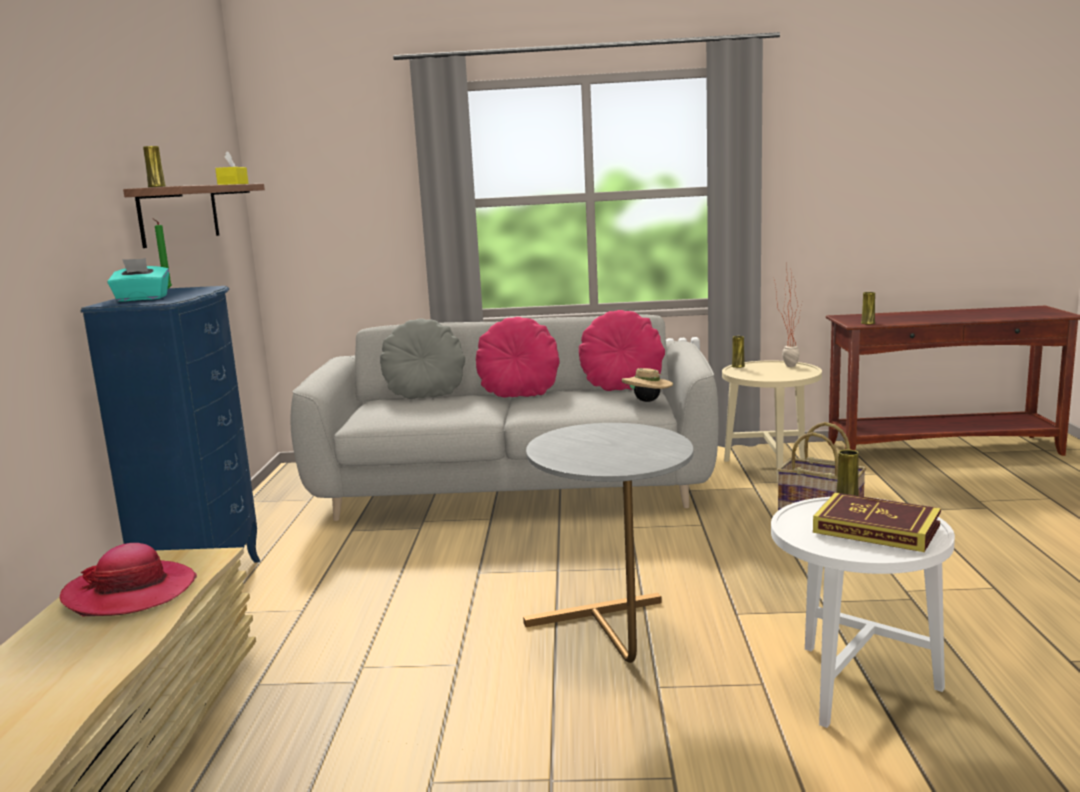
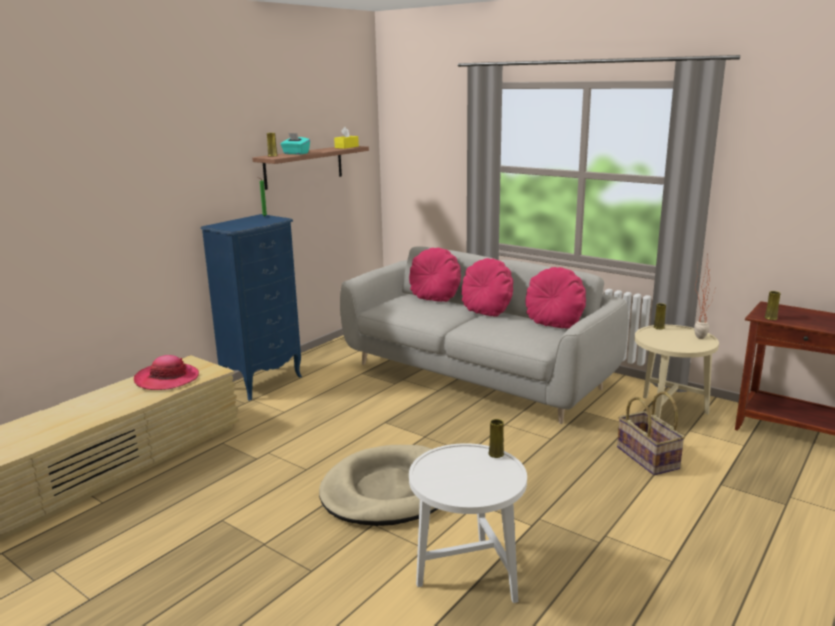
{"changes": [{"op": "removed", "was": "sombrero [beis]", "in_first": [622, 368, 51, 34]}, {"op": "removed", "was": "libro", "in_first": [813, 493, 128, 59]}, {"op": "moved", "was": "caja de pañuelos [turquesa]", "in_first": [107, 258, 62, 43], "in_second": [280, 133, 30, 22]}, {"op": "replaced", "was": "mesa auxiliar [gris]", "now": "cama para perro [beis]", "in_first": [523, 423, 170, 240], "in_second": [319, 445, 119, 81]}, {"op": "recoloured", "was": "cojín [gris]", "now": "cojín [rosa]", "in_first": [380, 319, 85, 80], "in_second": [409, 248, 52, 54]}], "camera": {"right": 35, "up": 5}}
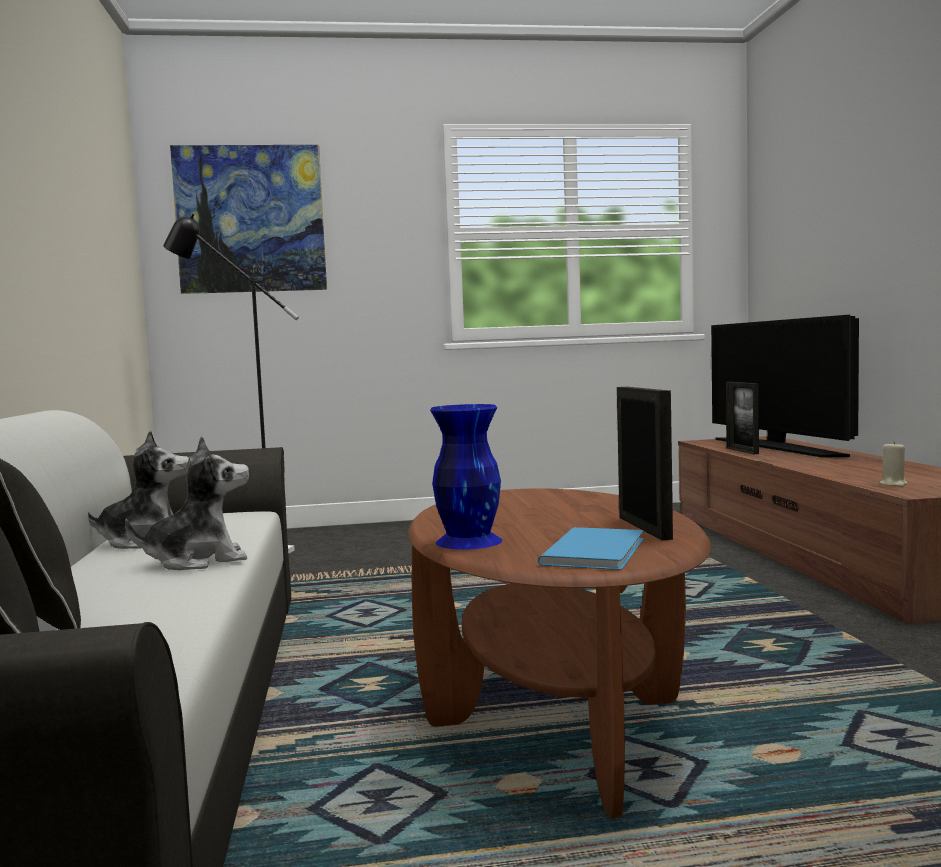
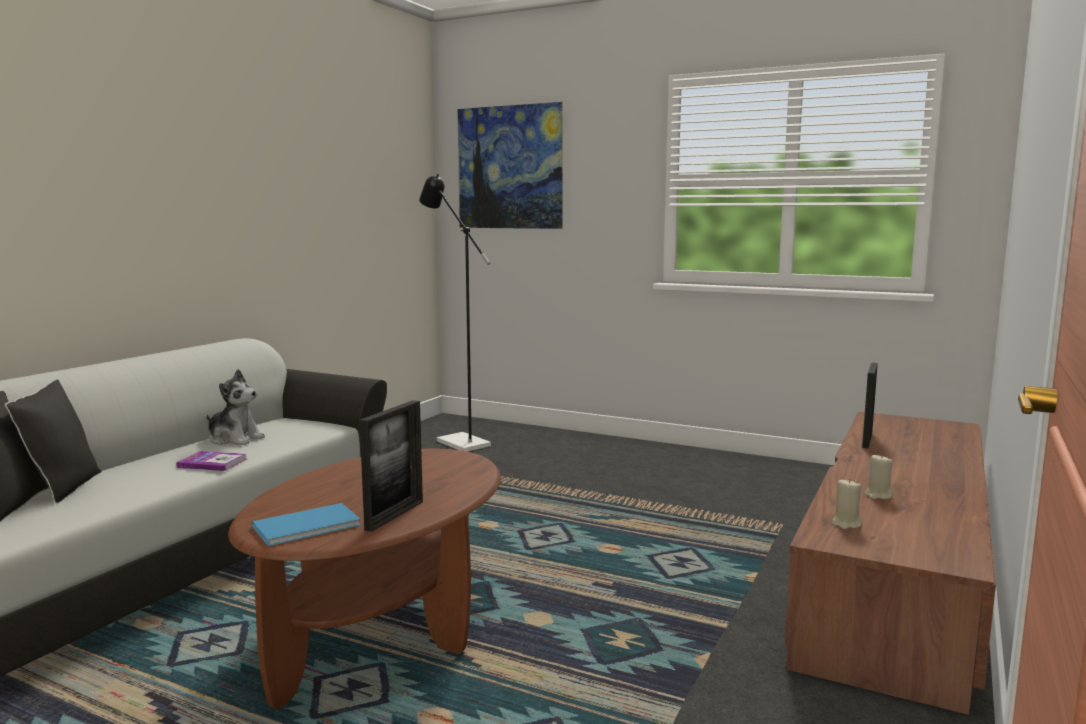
{"changes": [{"op": "removed", "was": "florero [azul]", "in_first": [430, 404, 72, 146]}, {"op": "removed", "was": "televisor", "in_first": [711, 315, 148, 143]}, {"op": "added", "now": "vela [beis]", "in_second": [865, 454, 28, 45]}, {"op": "replaced", "was": "peluche", "now": "libro", "in_first": [125, 436, 124, 134], "in_second": [176, 451, 71, 20]}], "camera": {"right": 35, "up": 5}}
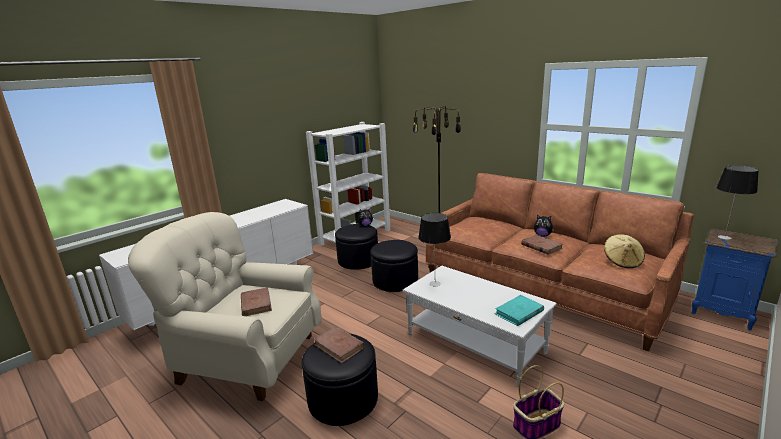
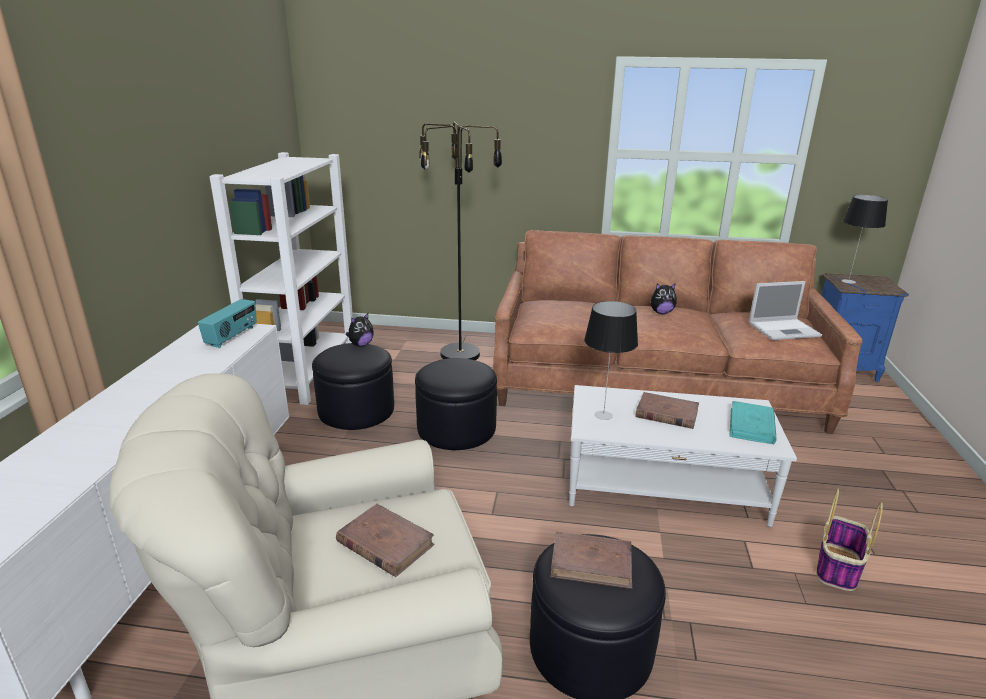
{"changes": [{"op": "added", "now": "radio", "in_second": [198, 299, 59, 49]}, {"op": "moved", "was": "libro [marrón]", "in_first": [521, 235, 42, 20], "in_second": [635, 392, 64, 37]}, {"op": "replaced", "was": "sombrero [beis]", "now": "portátil", "in_first": [604, 234, 41, 34], "in_second": [749, 281, 73, 59]}], "camera": {"right": -35, "up": 5}}
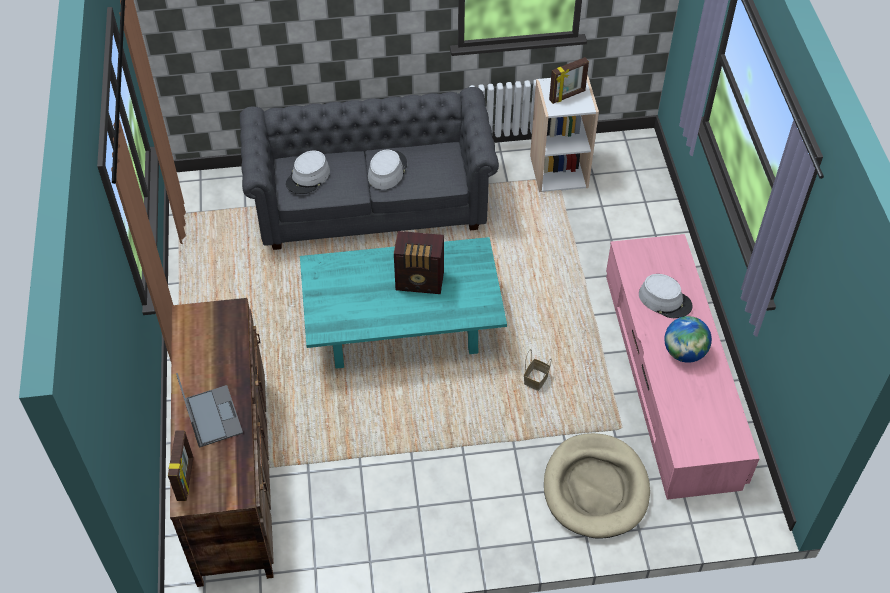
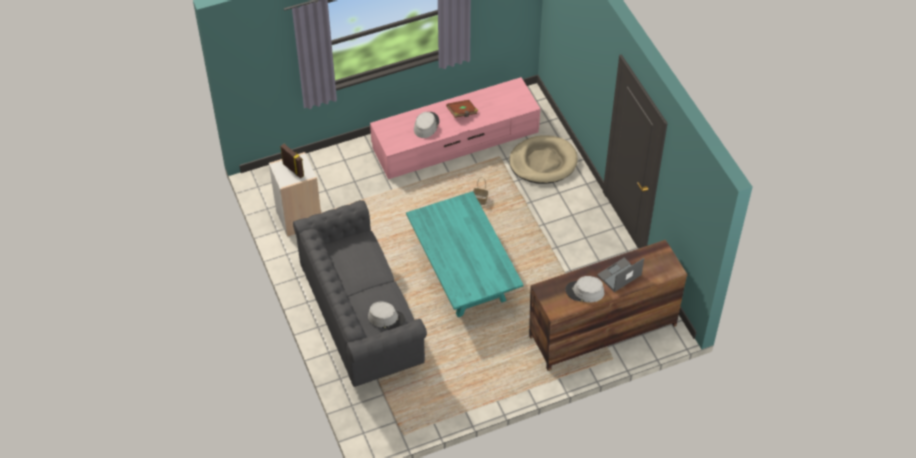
{"changes": [{"op": "removed", "was": "portarretratos", "in_first": [168, 430, 25, 71]}, {"op": "removed", "was": "radio", "in_first": [394, 231, 50, 63]}, {"op": "moved", "was": "sombrero [gris]", "in_first": [368, 149, 39, 41], "in_second": [565, 276, 40, 27]}, {"op": "replaced", "was": "globo terráqueo", "now": "libro [marrón]", "in_first": [664, 316, 48, 47], "in_second": [446, 100, 32, 18]}], "camera": {"right": -105, "up": 0}}
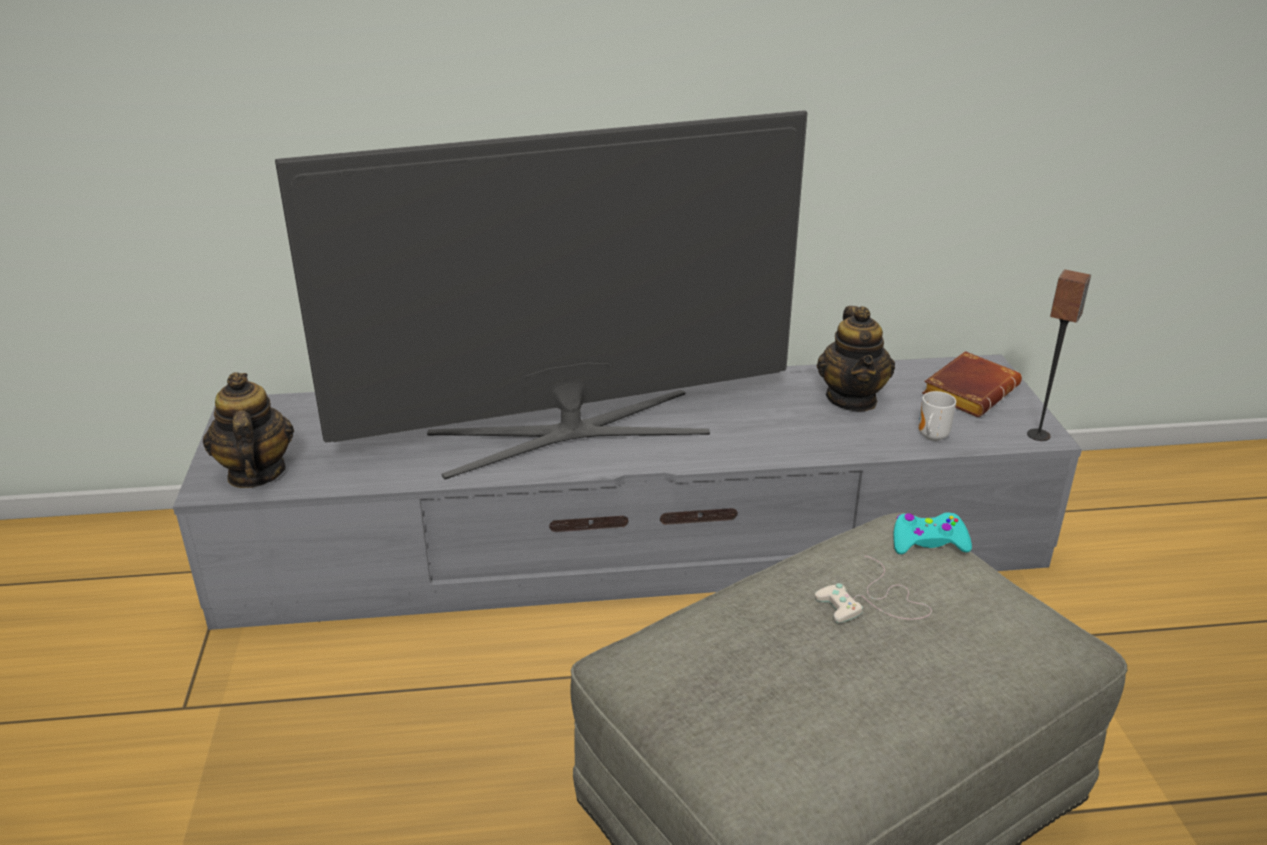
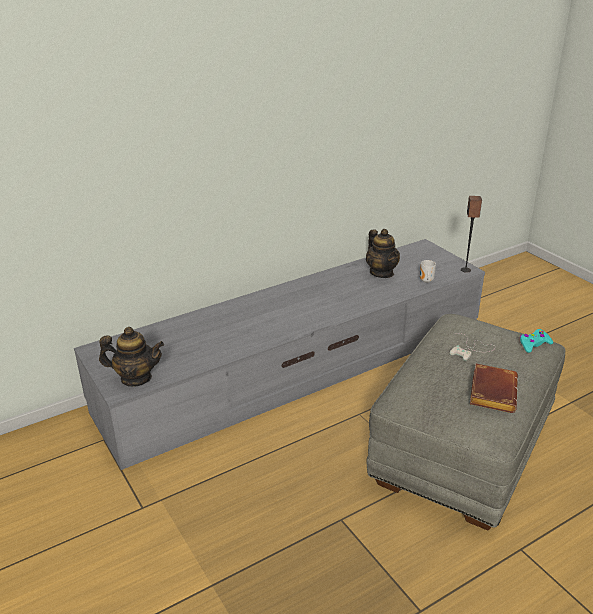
{"changes": [{"op": "removed", "was": "televisor", "in_first": [275, 110, 532, 369]}, {"op": "moved", "was": "mando de consola [turquesa]", "in_first": [893, 513, 79, 41], "in_second": [520, 329, 33, 24]}, {"op": "moved", "was": "libro [marrón]", "in_first": [922, 351, 100, 66], "in_second": [470, 364, 48, 49]}, {"op": "turned", "was": "tetera", "in_first": [203, 372, 91, 116], "in_second": [99, 327, 65, 60], "clockwise": 135}], "camera": {"right": -25, "up": 0}}
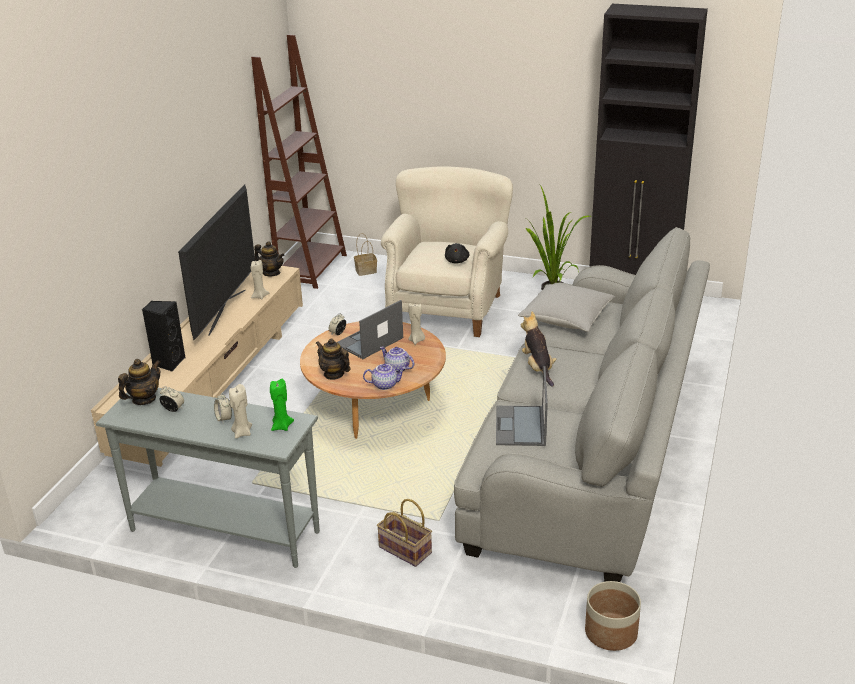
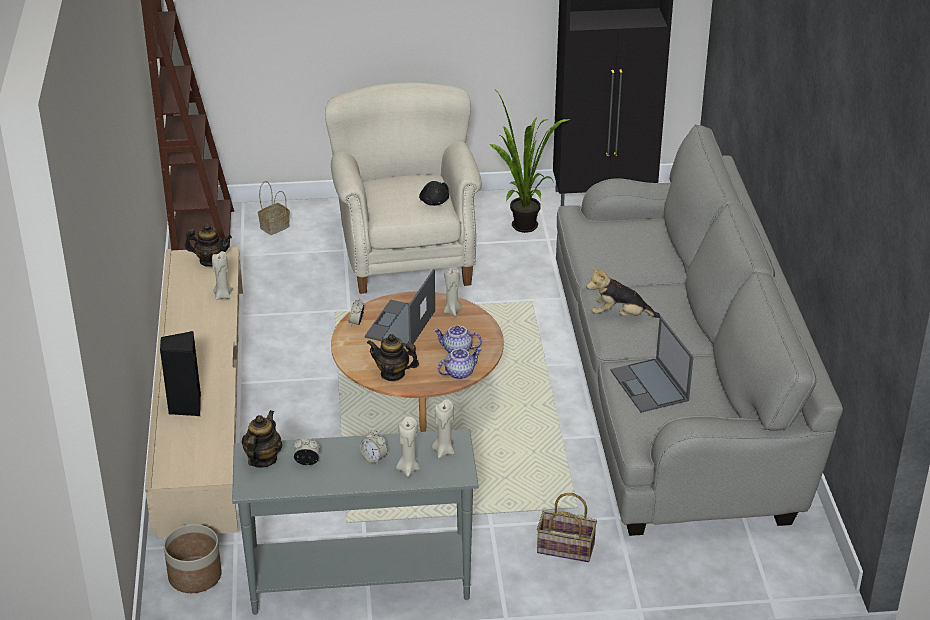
{"changes": [{"op": "removed", "was": "televisor", "in_first": [178, 185, 77, 155]}, {"op": "removed", "was": "cojín [gris]", "in_first": [518, 284, 97, 48]}, {"op": "moved", "was": "maceta", "in_first": [585, 581, 56, 70], "in_second": [164, 524, 58, 69]}, {"op": "recoloured", "was": "vela [verde]", "now": "vela [beis]", "in_first": [270, 379, 24, 52], "in_second": [432, 399, 22, 59]}, {"op": "turned", "was": "peluche", "in_first": [521, 311, 35, 76], "in_second": [586, 267, 74, 51], "clockwise": -45}], "camera": {"right": -25, "up": 5}}
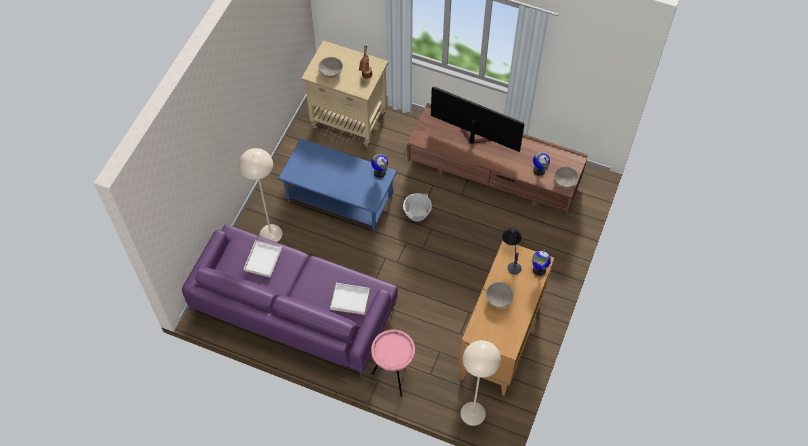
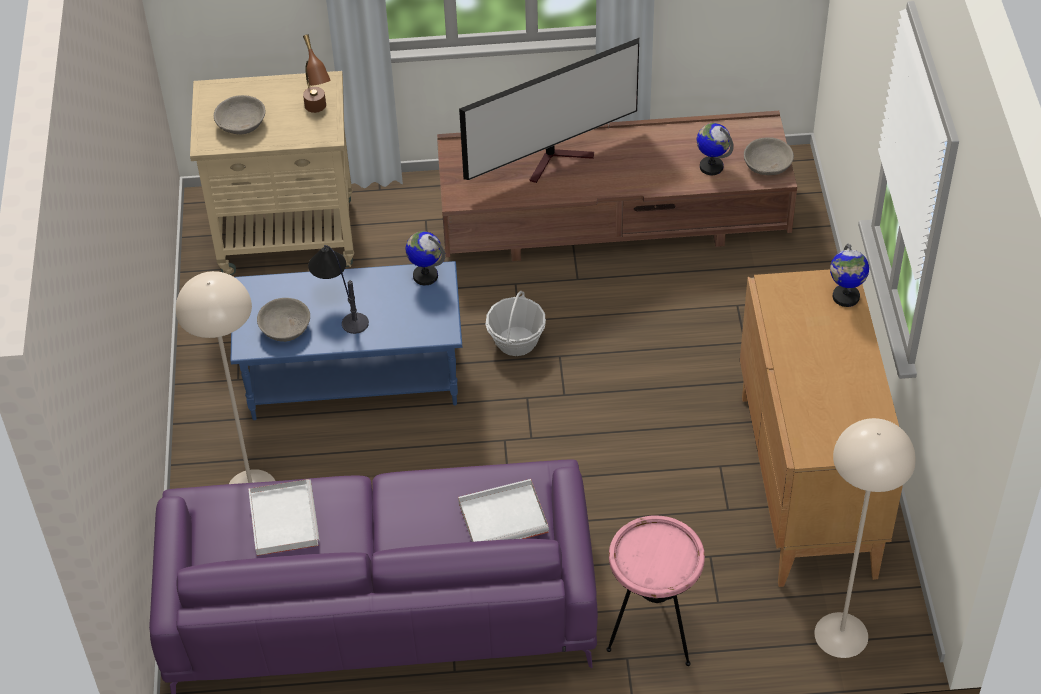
{"changes": [{"op": "moved", "was": "cuenco [gris]", "in_first": [486, 282, 28, 26], "in_second": [257, 298, 53, 44]}, {"op": "moved", "was": "lámpara de mesa", "in_first": [502, 228, 20, 47], "in_second": [308, 245, 61, 89]}, {"op": "turned", "was": "televisor", "in_first": [431, 87, 93, 65], "in_second": [459, 38, 180, 145], "clockwise": 150}], "camera": {"right": -25, "up": -10}}
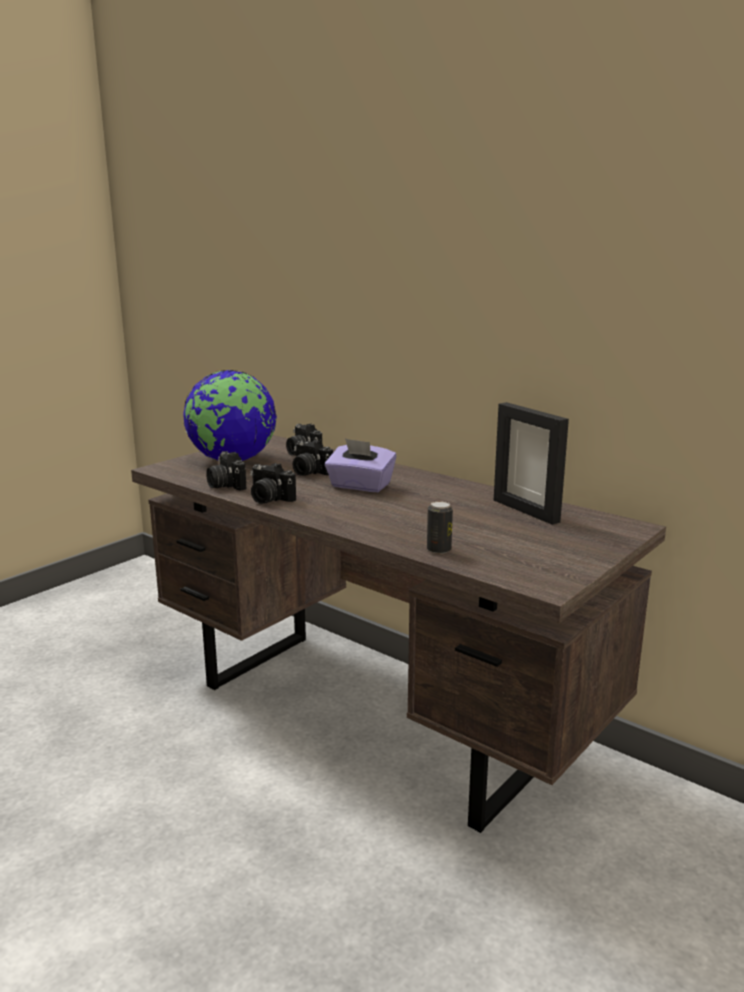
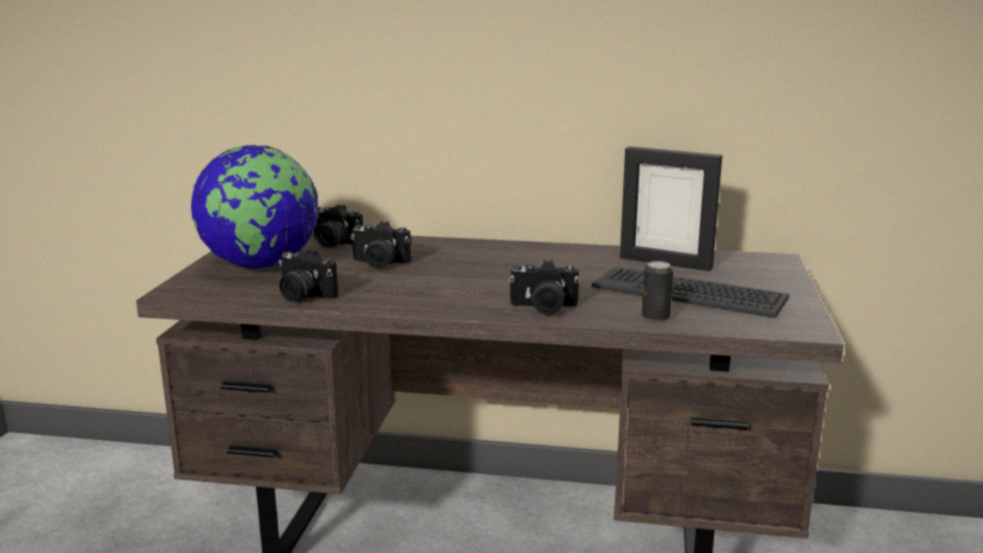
{"changes": [{"op": "removed", "was": "caja de pañuelos [morado]", "in_first": [325, 438, 72, 54]}, {"op": "added", "now": "teclado", "in_second": [591, 267, 198, 51]}, {"op": "moved", "was": "cámara", "in_first": [250, 463, 46, 41], "in_second": [509, 260, 71, 55]}], "camera": {"right": -30, "up": 0}}
